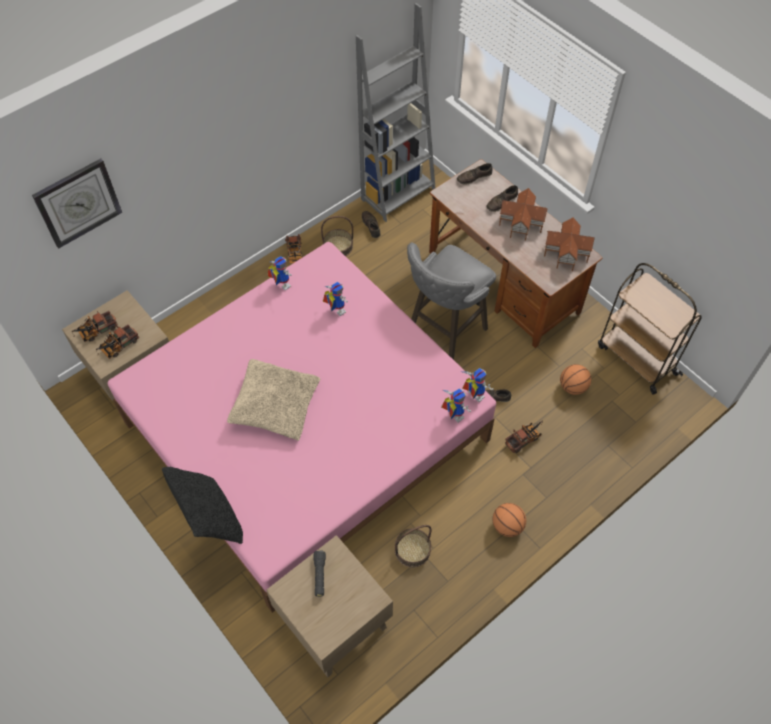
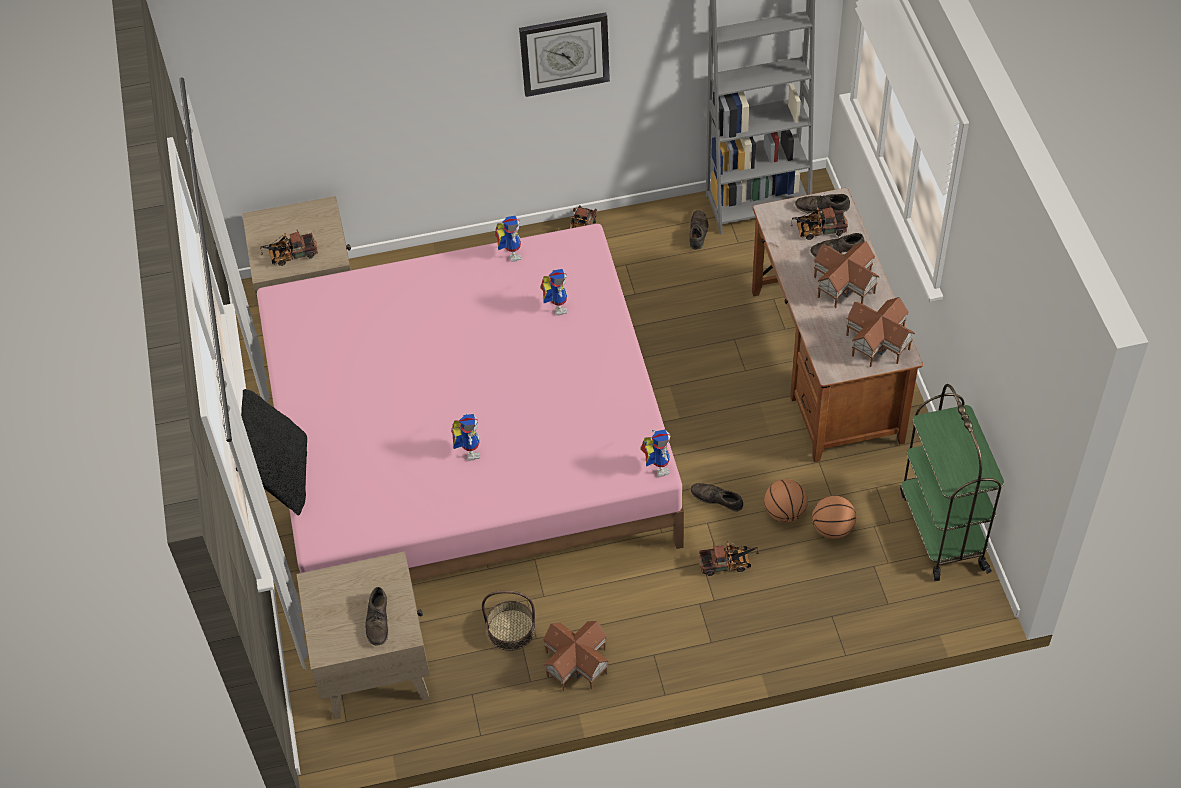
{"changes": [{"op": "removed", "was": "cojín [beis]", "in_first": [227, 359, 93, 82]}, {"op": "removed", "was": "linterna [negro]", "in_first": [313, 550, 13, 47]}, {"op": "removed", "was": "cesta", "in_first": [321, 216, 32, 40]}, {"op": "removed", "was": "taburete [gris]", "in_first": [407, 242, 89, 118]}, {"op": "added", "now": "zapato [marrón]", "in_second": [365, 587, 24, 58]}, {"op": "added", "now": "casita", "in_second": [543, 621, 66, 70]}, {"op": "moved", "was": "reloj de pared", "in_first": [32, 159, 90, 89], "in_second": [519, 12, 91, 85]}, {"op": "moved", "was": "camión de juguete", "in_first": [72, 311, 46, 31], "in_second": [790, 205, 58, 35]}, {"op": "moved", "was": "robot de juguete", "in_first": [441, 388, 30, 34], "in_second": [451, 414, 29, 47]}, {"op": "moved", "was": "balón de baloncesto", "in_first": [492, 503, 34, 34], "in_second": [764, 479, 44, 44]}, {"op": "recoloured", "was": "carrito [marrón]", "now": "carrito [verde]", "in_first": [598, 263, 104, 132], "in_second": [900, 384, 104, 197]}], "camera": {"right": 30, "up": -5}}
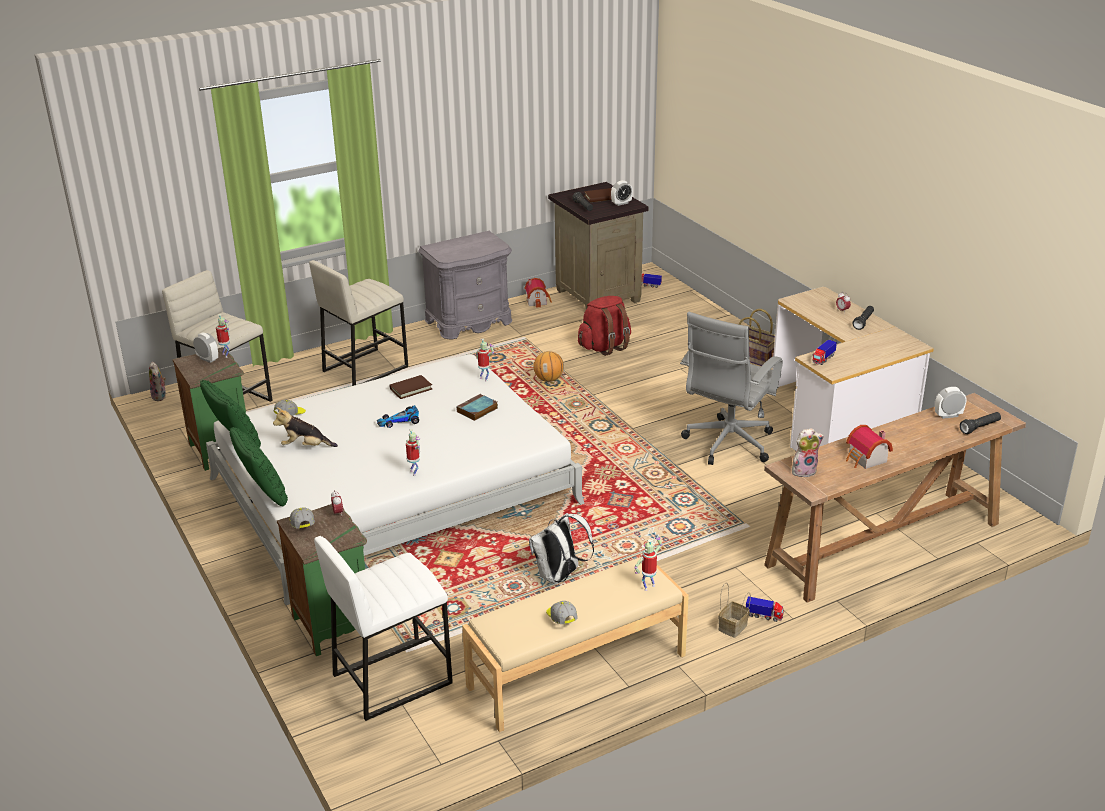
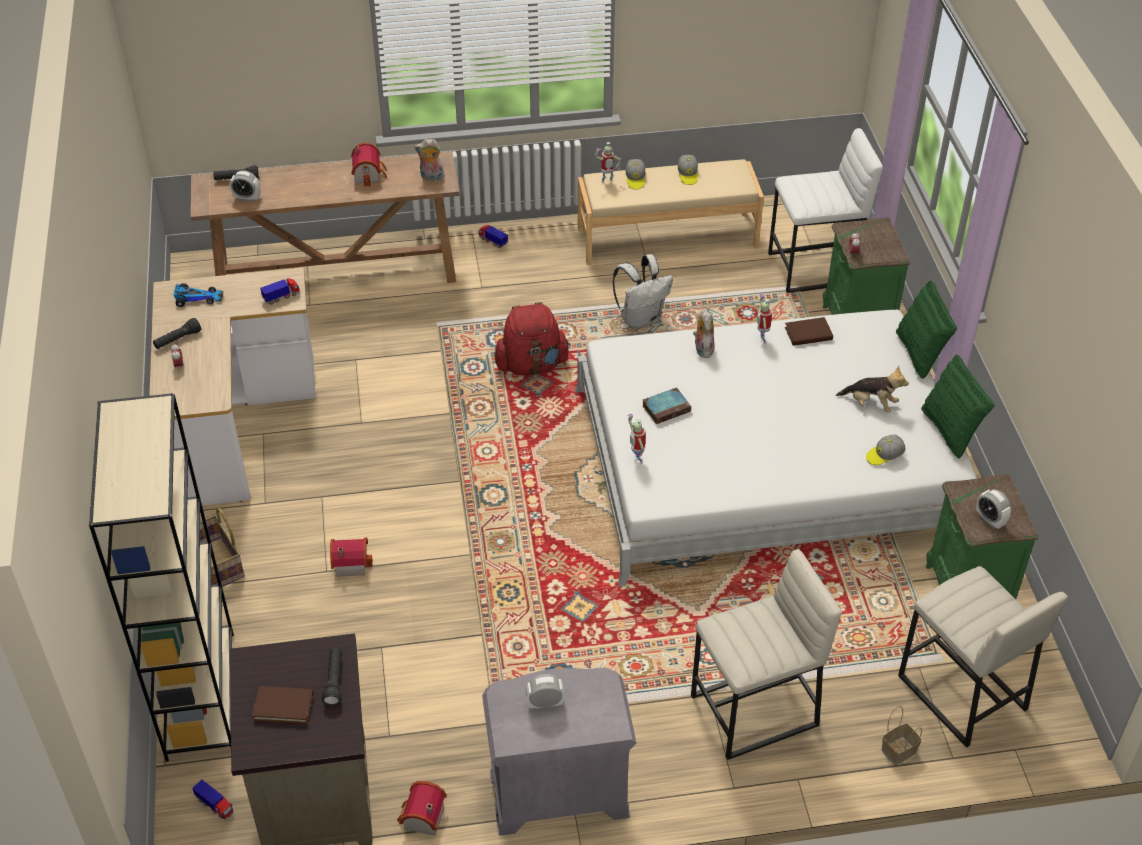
{"changes": [{"op": "removed", "was": "robot de juguete", "in_first": [216, 314, 14, 44]}, {"op": "removed", "was": "balón de baloncesto", "in_first": [534, 351, 30, 31]}, {"op": "removed", "was": "silla de oficina [gris]", "in_first": [680, 312, 103, 153]}, {"op": "added", "now": "estantería [beis]", "in_second": [89, 393, 145, 369]}, {"op": "added", "now": "casita", "in_second": [330, 537, 43, 40]}, {"op": "moved", "was": "peluche", "in_first": [149, 362, 17, 39], "in_second": [693, 309, 22, 49]}, {"op": "moved", "was": "gorra", "in_first": [290, 507, 25, 21], "in_second": [626, 159, 19, 30]}, {"op": "moved", "was": "coche de juguete", "in_first": [377, 405, 42, 23], "in_second": [174, 283, 49, 24]}, {"op": "moved", "was": "libro [marrón]", "in_first": [390, 375, 42, 24], "in_second": [785, 317, 48, 29]}, {"op": "moved", "was": "mochila [rojo]", "in_first": [578, 296, 53, 60], "in_second": [494, 302, 76, 73]}, {"op": "moved", "was": "despertador", "in_first": [611, 180, 22, 26], "in_second": [525, 674, 40, 36]}, {"op": "moved", "was": "cesta", "in_first": [718, 582, 33, 56], "in_second": [881, 706, 41, 59]}], "camera": {"right": -160, "up": 15}}
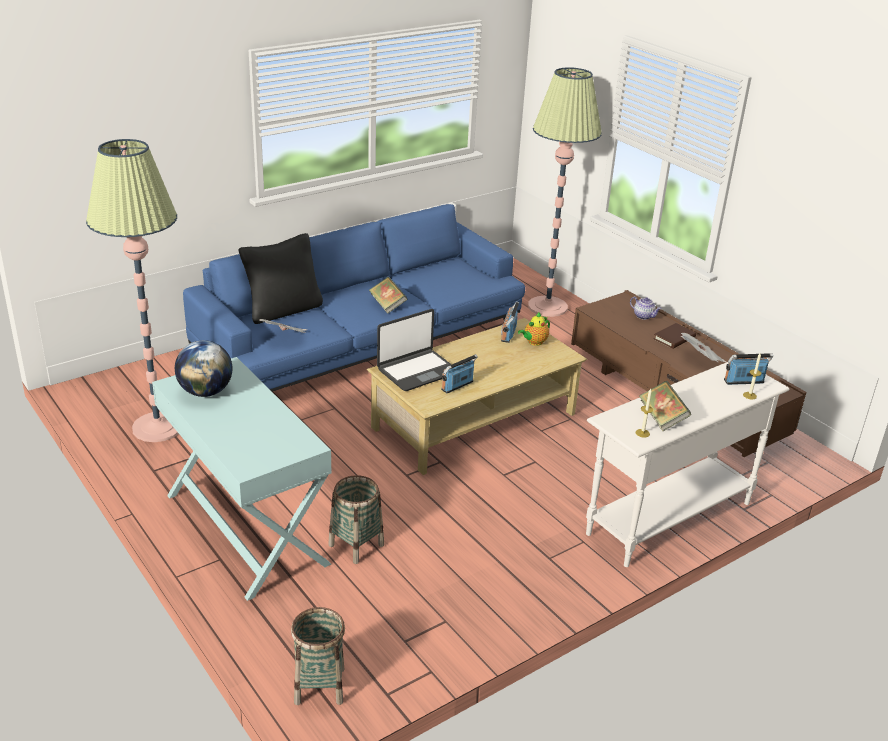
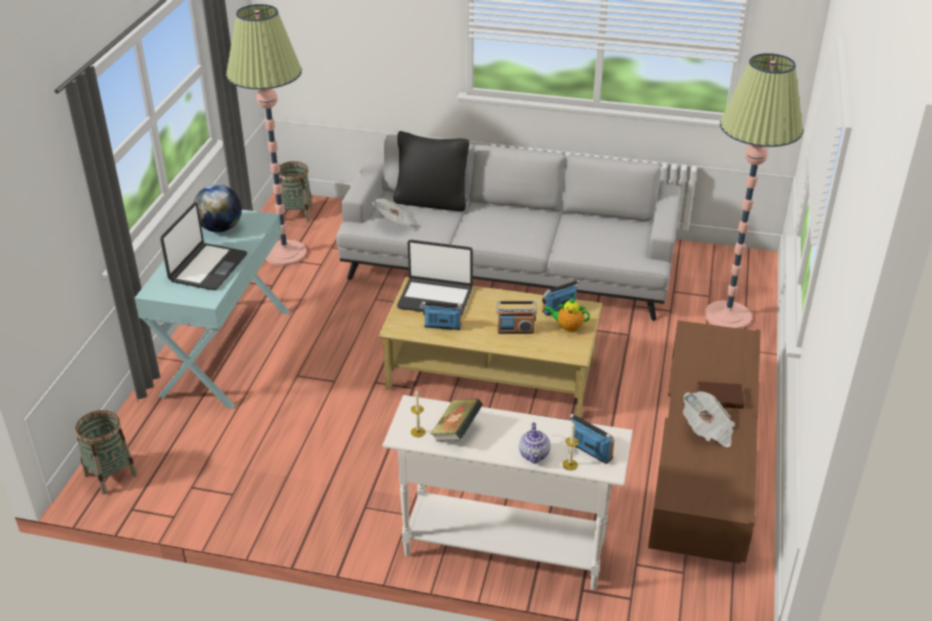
{"changes": [{"op": "removed", "was": "libro", "in_first": [369, 277, 38, 37]}, {"op": "added", "now": "portátil", "in_second": [160, 202, 87, 88]}, {"op": "added", "now": "radio", "in_second": [496, 301, 41, 33]}, {"op": "moved", "was": "cesta", "in_first": [328, 475, 56, 89], "in_second": [279, 161, 34, 60]}, {"op": "moved", "was": "tetera", "in_first": [630, 297, 31, 23], "in_second": [519, 423, 32, 41]}, {"op": "recoloured", "was": "sofá [azul]", "now": "sofá [gris]", "in_first": [183, 204, 342, 188], "in_second": [336, 135, 346, 186]}], "camera": {"right": 50, "up": 5}}
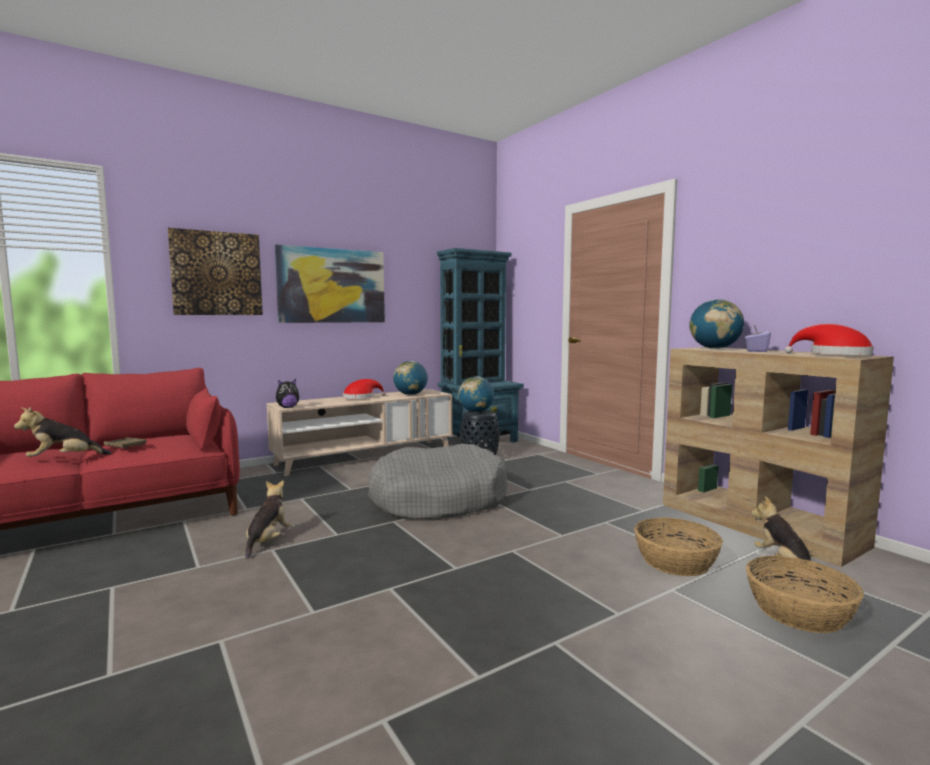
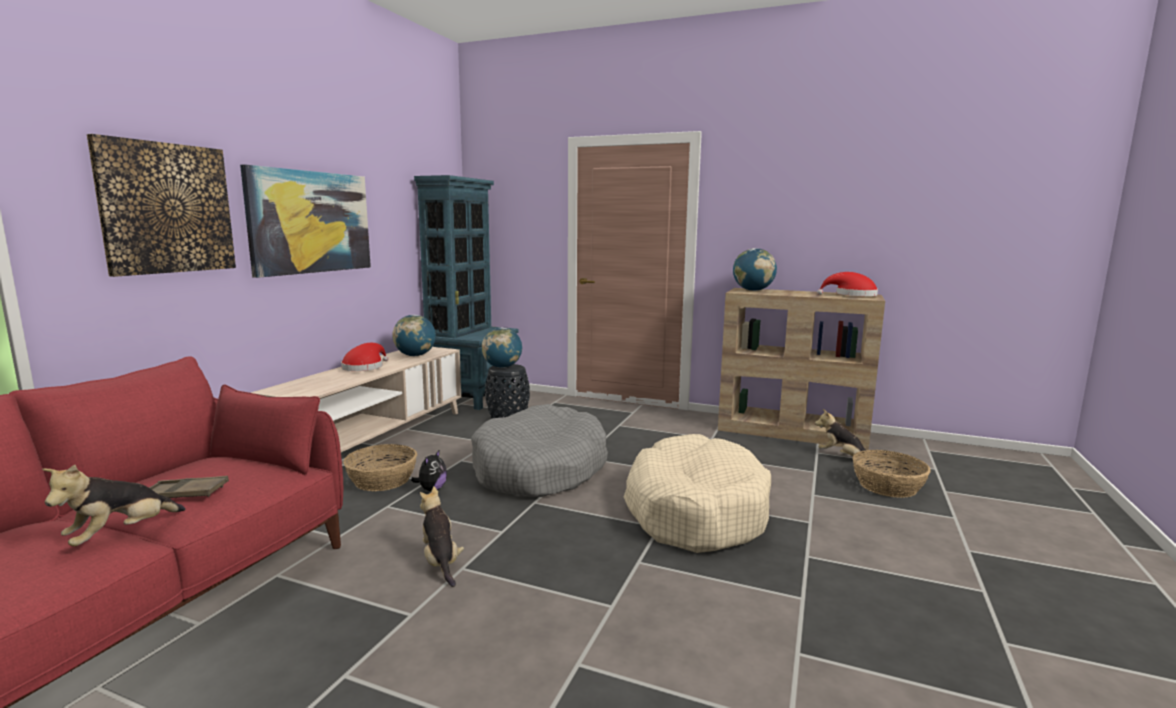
{"changes": [{"op": "removed", "was": "caja de pañuelos [morado]", "in_first": [745, 325, 26, 27]}, {"op": "added", "now": "cama para perro [beis]", "in_second": [624, 434, 147, 119]}, {"op": "moved", "was": "peluche", "in_first": [276, 379, 23, 29], "in_second": [411, 449, 36, 42]}, {"op": "moved", "was": "cesta", "in_first": [634, 518, 89, 58], "in_second": [343, 444, 74, 47]}], "camera": {"right": -35, "up": 5}}
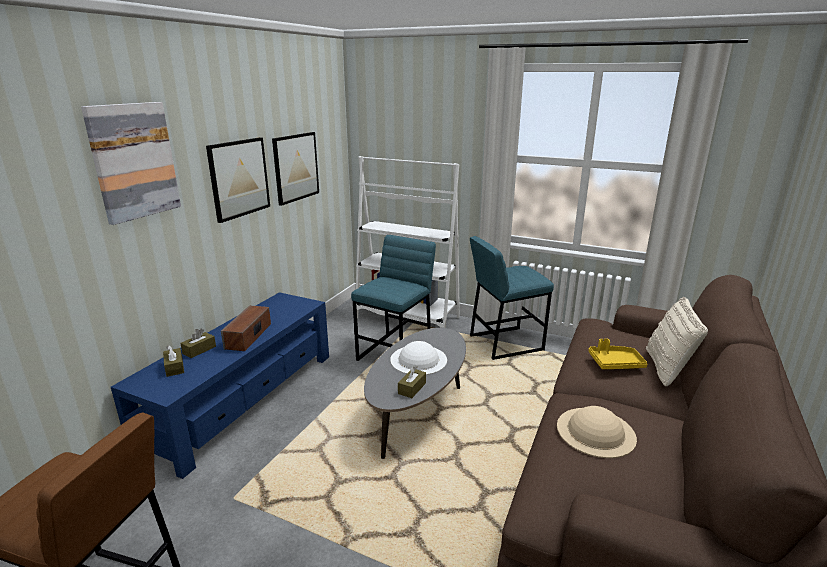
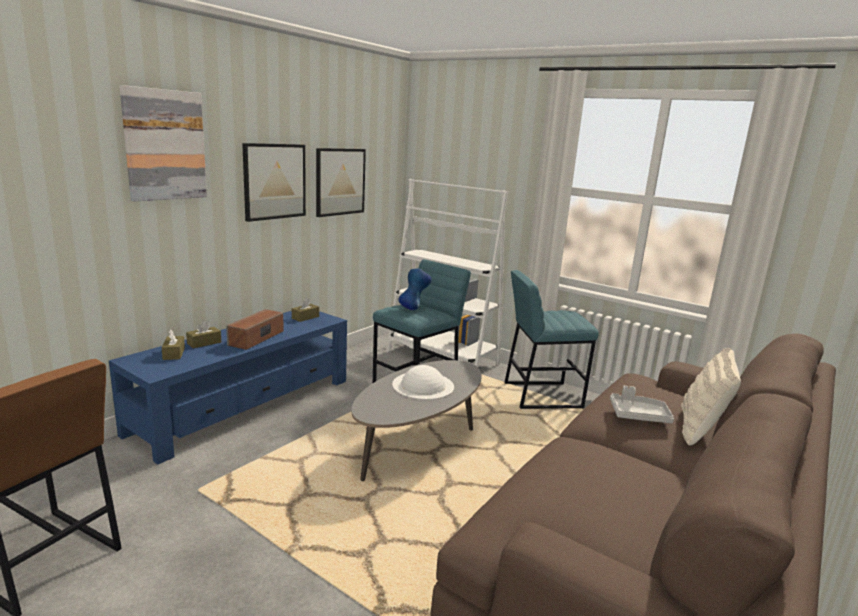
{"changes": [{"op": "removed", "was": "sombrero [beis]", "in_first": [557, 406, 80, 52]}, {"op": "added", "now": "florero [azul]", "in_second": [398, 269, 34, 41]}, {"op": "moved", "was": "caja de pañuelos [marrón]", "in_first": [398, 366, 28, 32], "in_second": [292, 298, 27, 24]}, {"op": "recoloured", "was": "bandeja [amarillo]", "now": "bandeja [gris]", "in_first": [588, 339, 59, 30], "in_second": [610, 386, 64, 37]}], "camera": {"right": 10, "up": -5}}
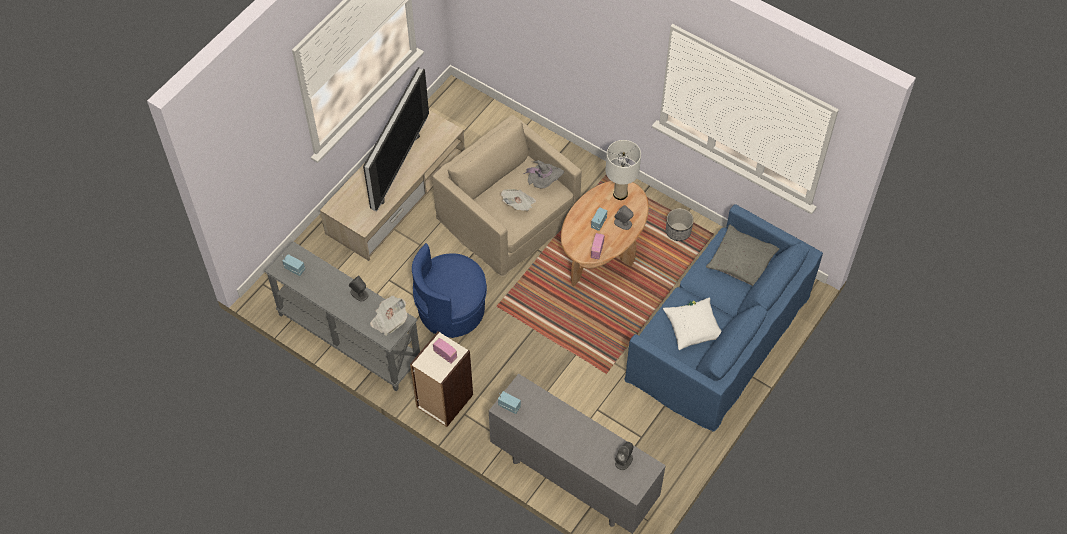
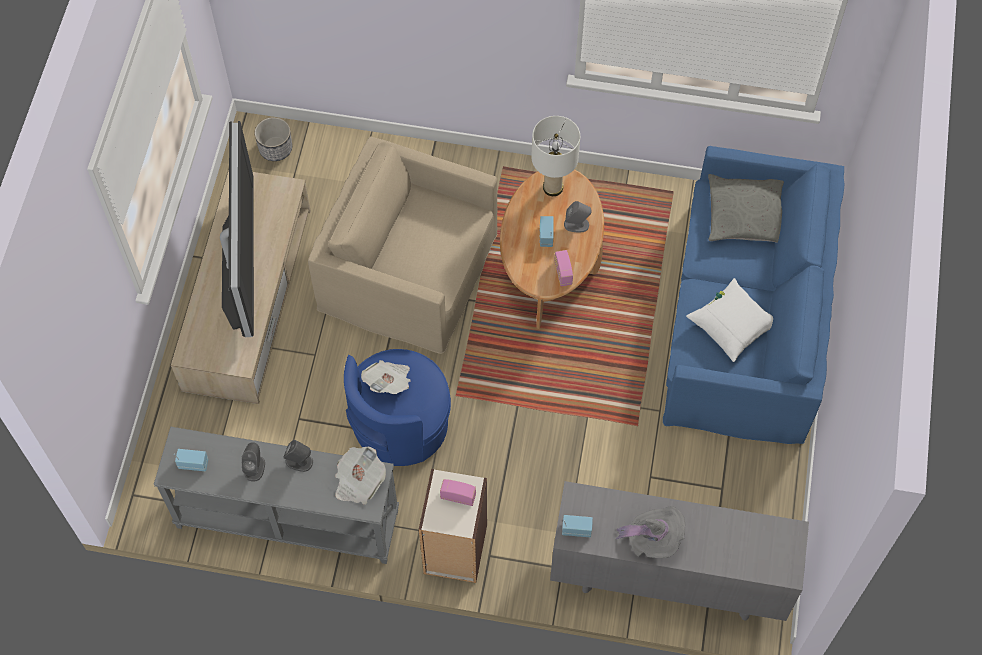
{"changes": [{"op": "moved", "was": "periódico", "in_first": [501, 189, 35, 22], "in_second": [361, 360, 50, 34]}, {"op": "moved", "was": "sombrero [gris]", "in_first": [524, 160, 40, 29], "in_second": [616, 506, 69, 52]}, {"op": "moved", "was": "altavoz [gris]", "in_first": [615, 442, 18, 28], "in_second": [241, 442, 24, 40]}, {"op": "moved", "was": "maceta", "in_first": [666, 208, 28, 33], "in_second": [254, 117, 38, 44]}], "camera": {"right": -25, "up": 5}}
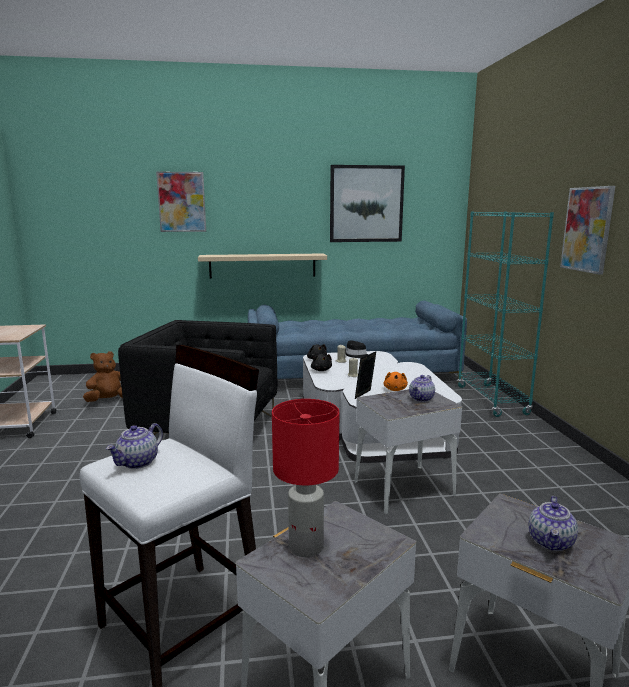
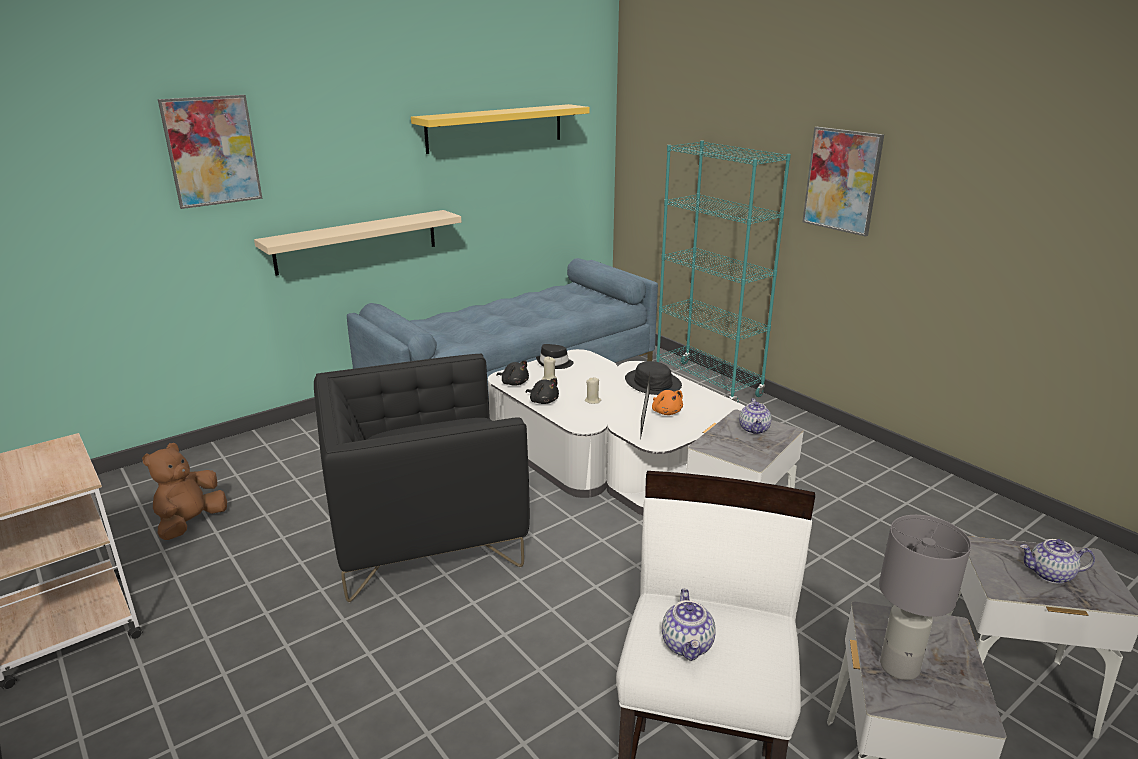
{"changes": [{"op": "added", "now": "sombrero [negro]", "in_second": [625, 361, 57, 34]}, {"op": "replaced", "was": "cuadro", "now": "estante [amarillo]", "in_first": [330, 165, 75, 77], "in_second": [411, 104, 178, 50]}, {"op": "recoloured", "was": "lámpara de mesa [rojo]", "now": "lámpara de mesa [gris]", "in_first": [272, 399, 67, 158], "in_second": [879, 515, 92, 165]}, {"op": "turned", "was": "tetera", "in_first": [529, 496, 49, 55], "in_second": [1020, 539, 75, 45], "clockwise": 105}], "camera": {"right": -30, "up": 10}}
